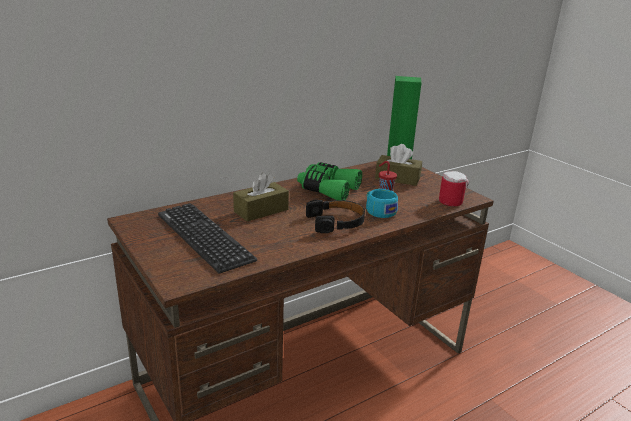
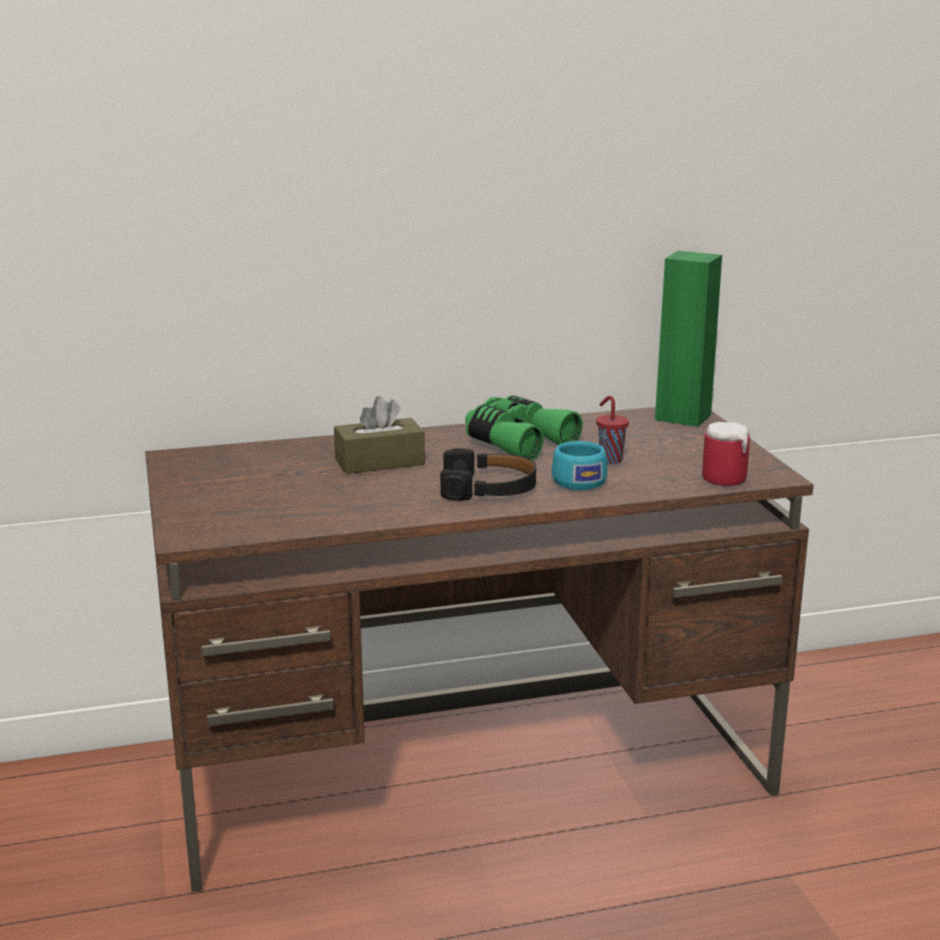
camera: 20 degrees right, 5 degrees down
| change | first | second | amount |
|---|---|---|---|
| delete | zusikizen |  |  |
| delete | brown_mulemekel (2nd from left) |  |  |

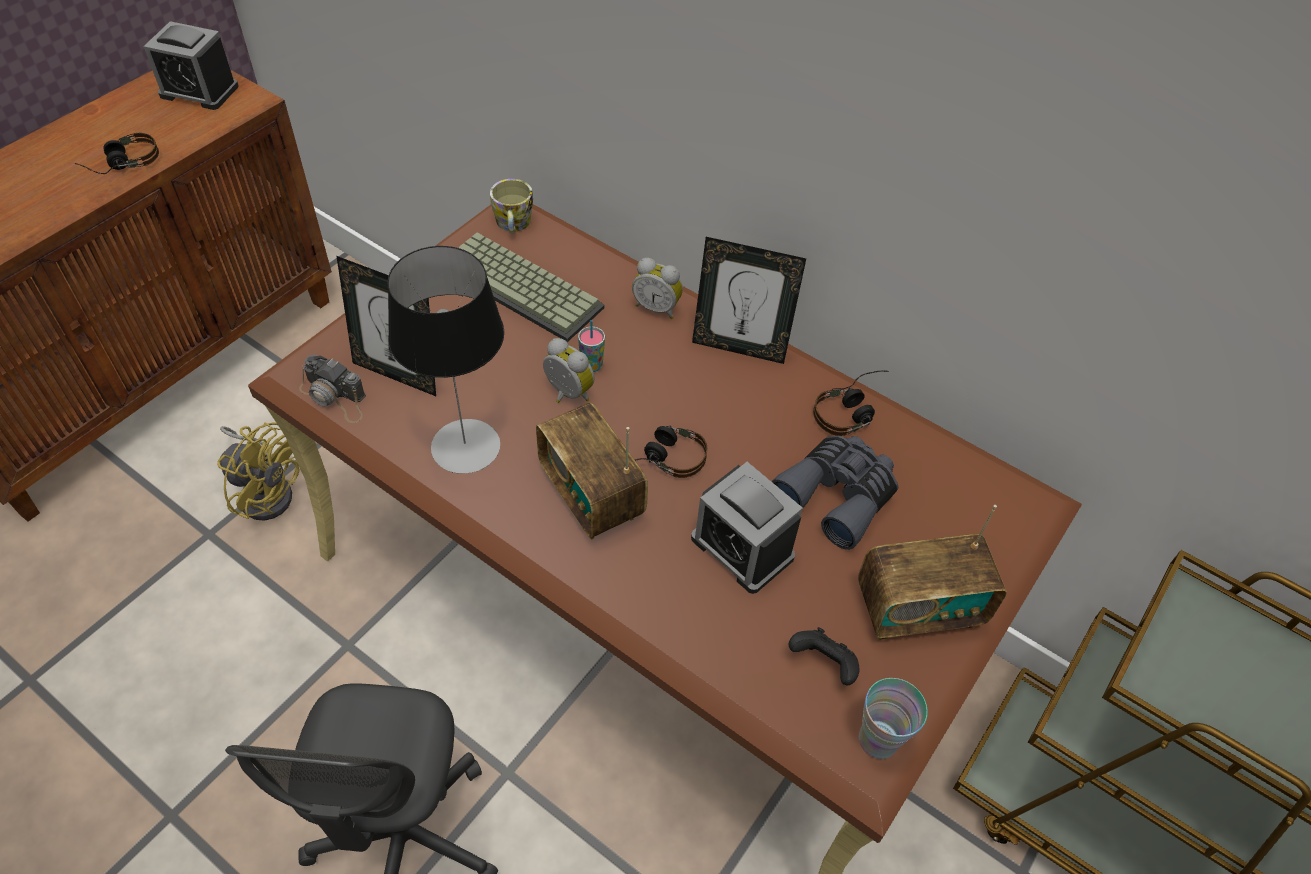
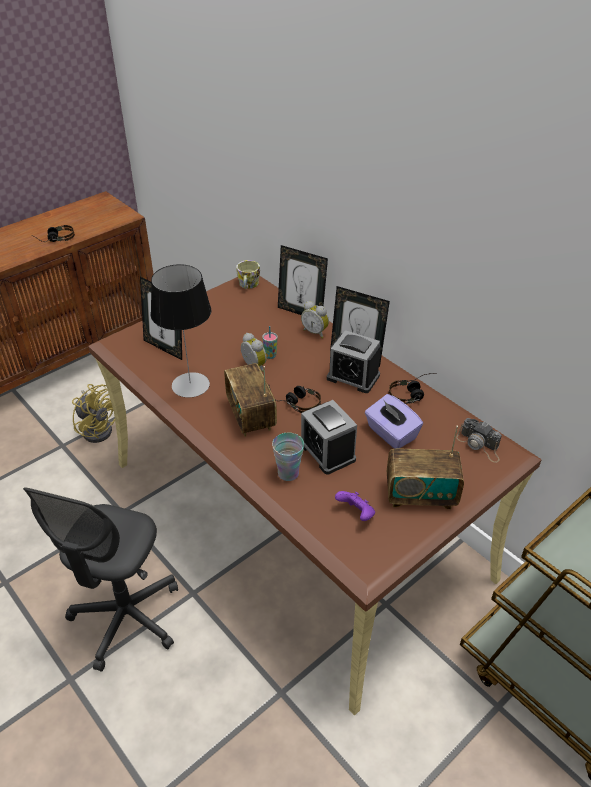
camera: 15 degrees right, 10 degrees down
| change | first | second | amount |
|---|---|---|---|
| move | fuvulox (1st from left in the first image) | fuvulox (4th from left) |  |
| move | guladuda |  |  |
| delete | zusikizen |  |  |
| replace | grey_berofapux | purple_mulemekel |  |
| recolor | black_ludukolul | purple_ludukolul |  |
| move | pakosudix (2nd from left) |  |  |
| insert |  | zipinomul (2nd from left) |  |

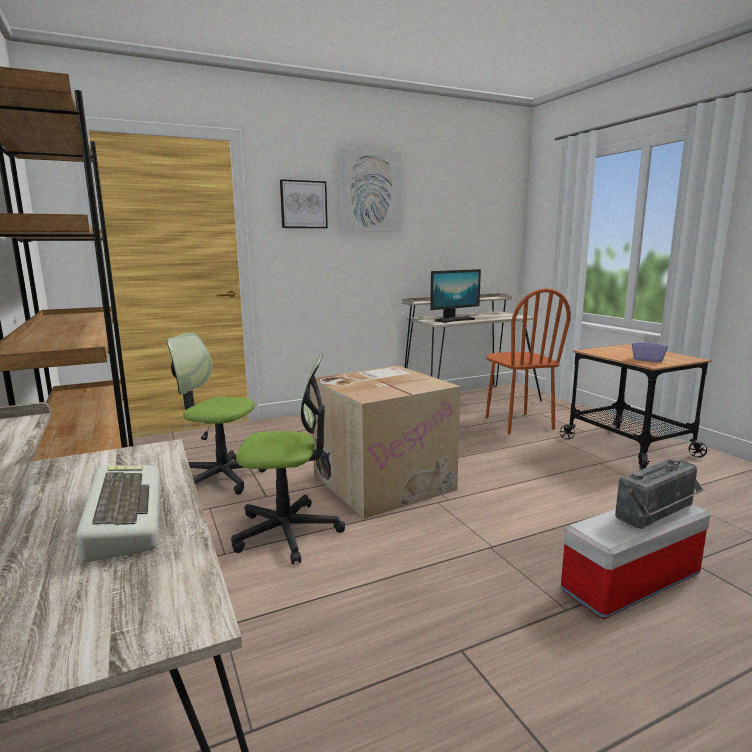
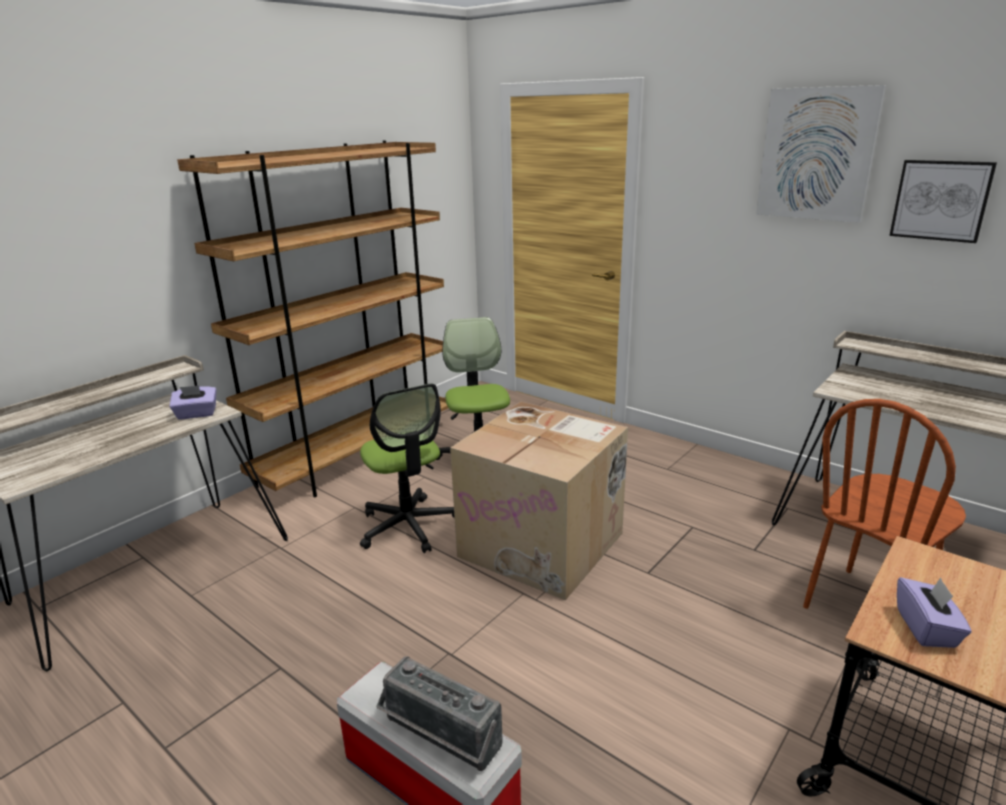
camera: 65 degrees right, 10 degrees up
| change | first | second | amount |
|---|---|---|---|
| delete | zusikizen |  |  |
| move | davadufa (1st from left in the first image) | davadufa (2nd from left) |  |
| delete | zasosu |  |  |
| insert |  | purple_mulemekel (1st from left) |  |

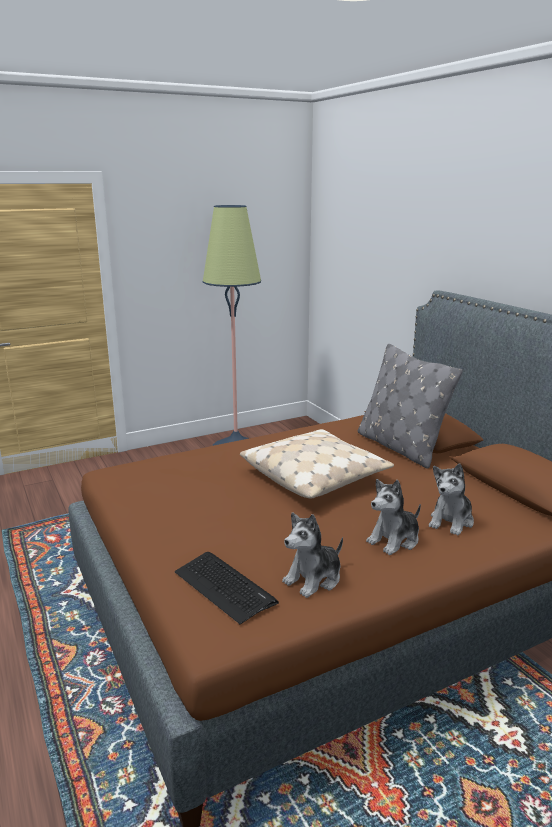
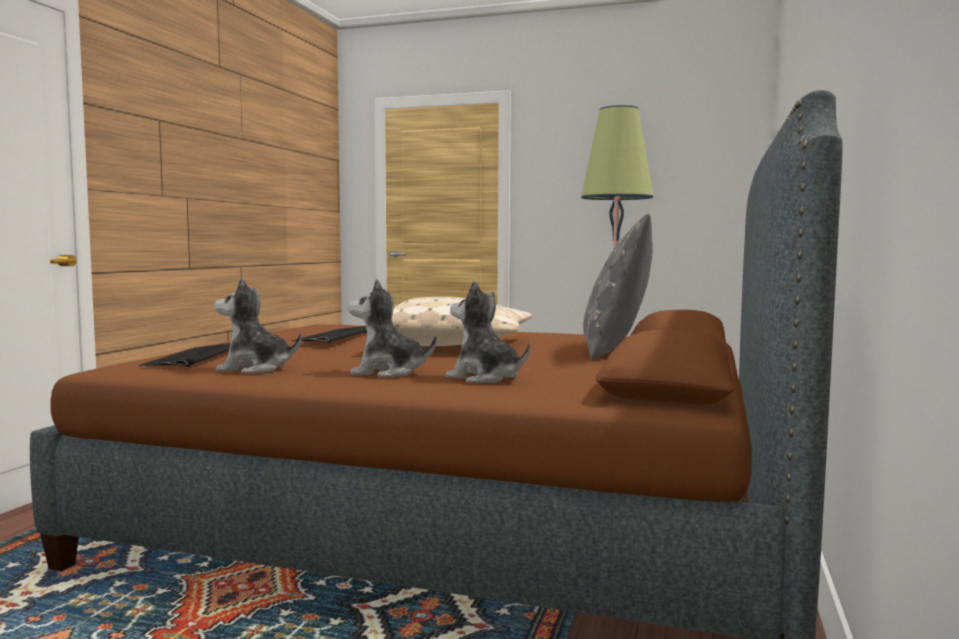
camera: 45 degrees right, 15 degrees down
| change | first | second | amount |
|---|---|---|---|
| rotate | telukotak (3rd from left) |  | 45 degrees clockwise |
| insert |  | zusikizen (2nd from left) |  |

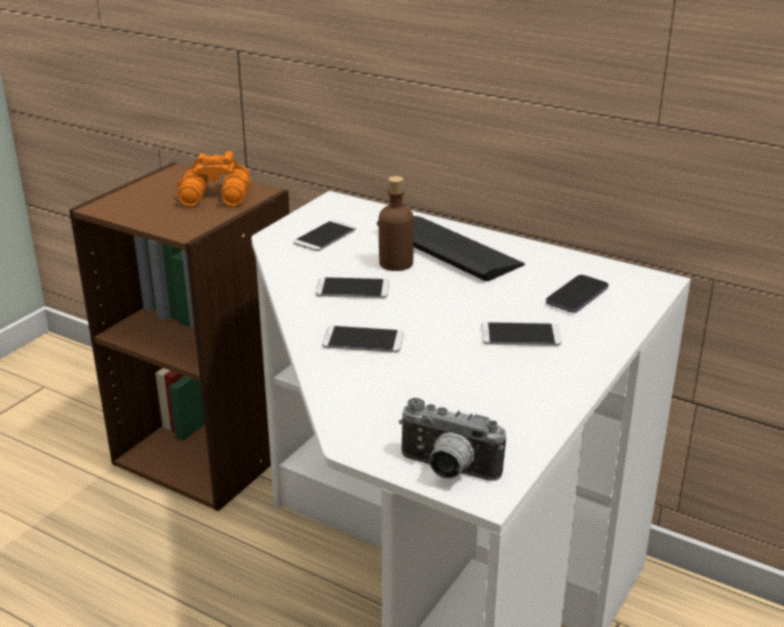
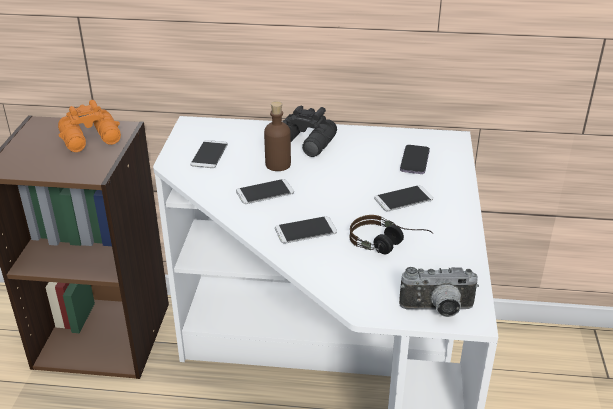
camera: 25 degrees left, 5 degrees up
| change | first | second | amount |
|---|---|---|---|
| replace | zusikizen | black_berofapux |  |
| insert |  | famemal |  |

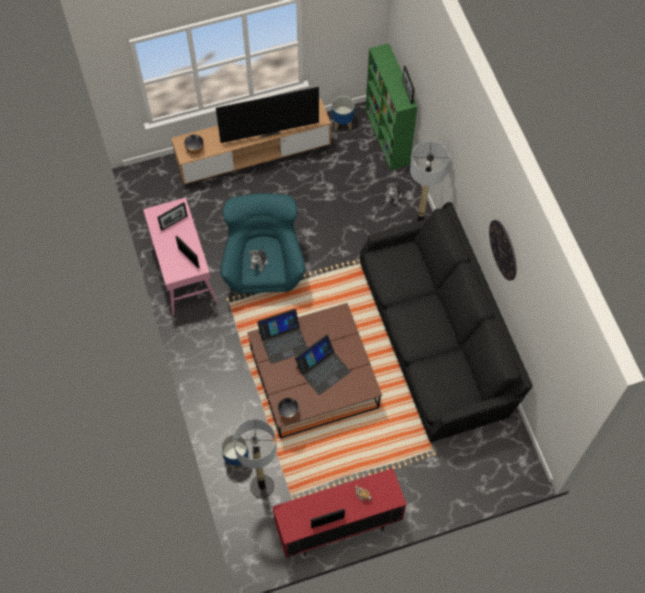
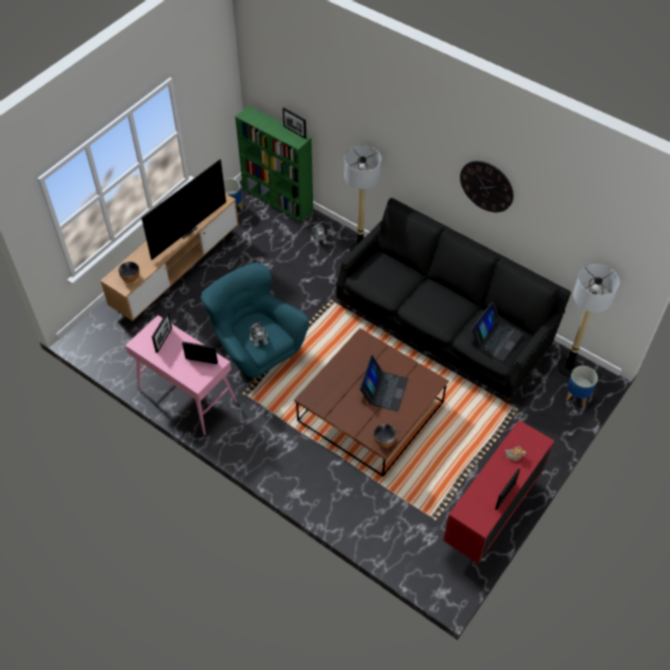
camera: 35 degrees left, 10 degrees down
| change | first | second | amount |
|---|---|---|---|
| move | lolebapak (1st from left in the first image) | lolebapak (2nd from left) |  |
| move | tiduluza (1st from left in the first image) | tiduluza (2nd from left) |  |
| move | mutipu (1st from left in the first image) | mutipu (2nd from left) |  |

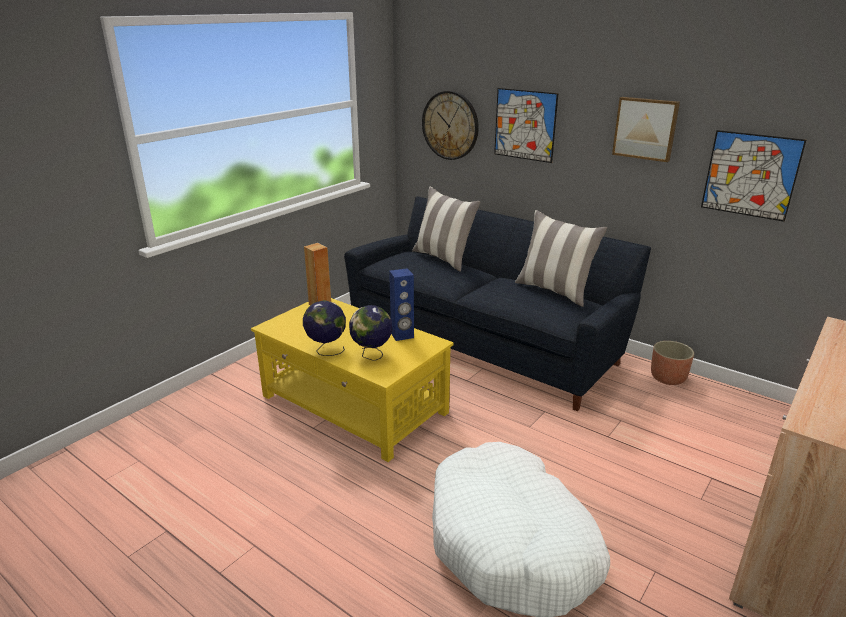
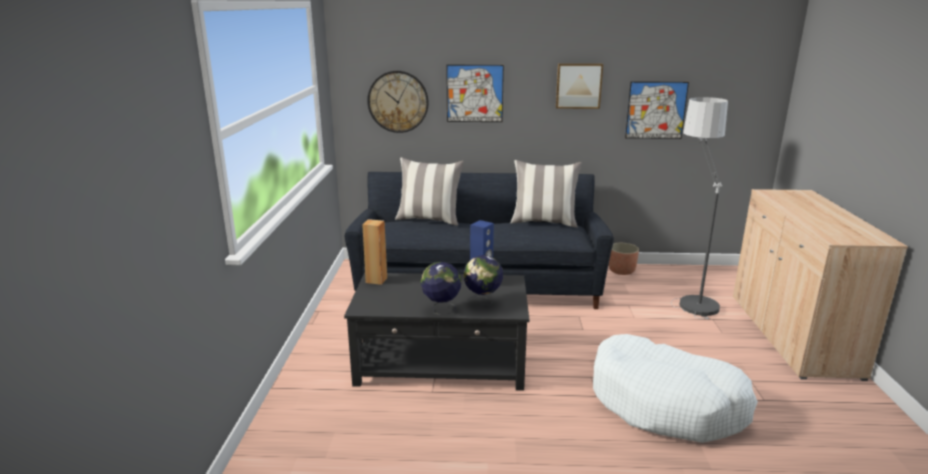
camera: 35 degrees left, 5 degrees down
| change | first | second | amount |
|---|---|---|---|
| recolor | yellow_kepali | black_kepali |  |
| insert |  | tiduluza |  |

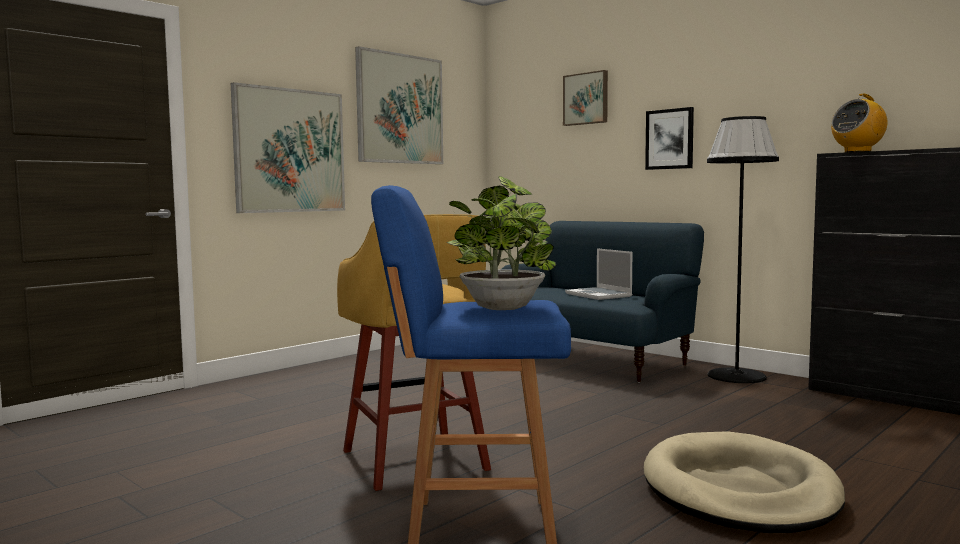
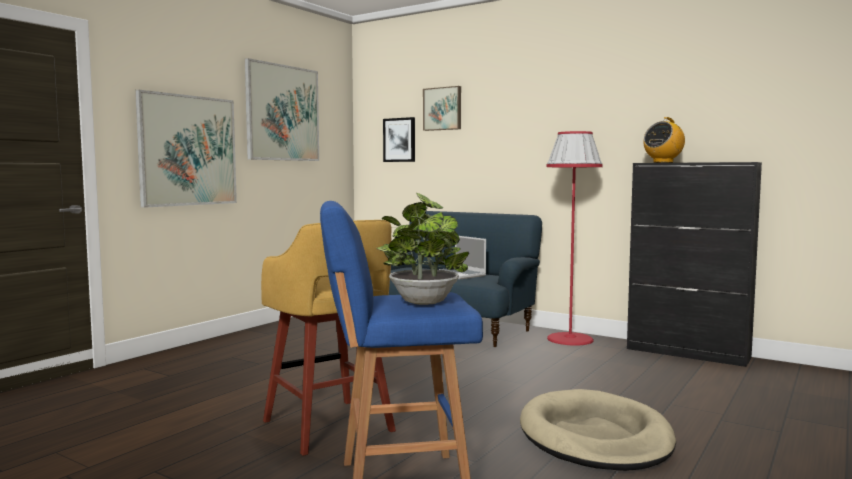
camera: 10 degrees left, 0 degrees up
| change | first | second | amount |
|---|---|---|---|
| move | davadufa (4th from left in the first image) | davadufa (3rd from left) |  |
| recolor | black_tiduluza | red_tiduluza |  |

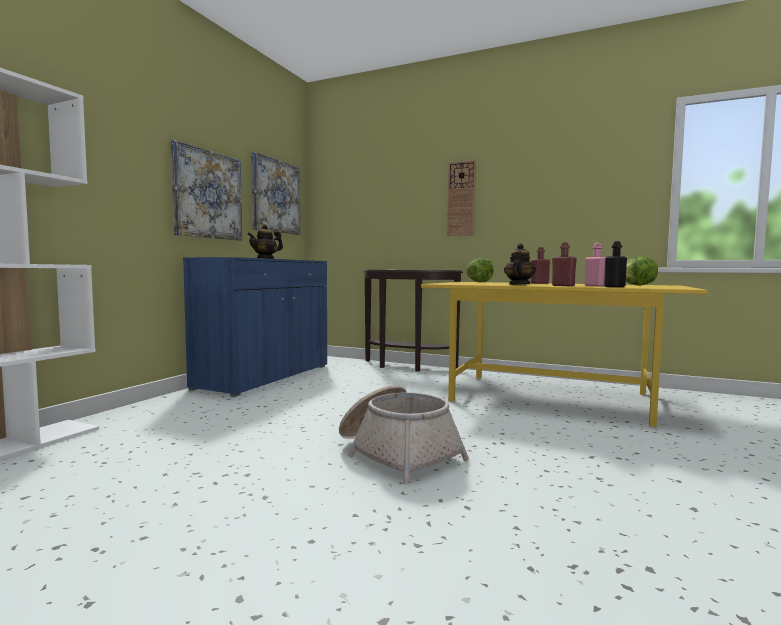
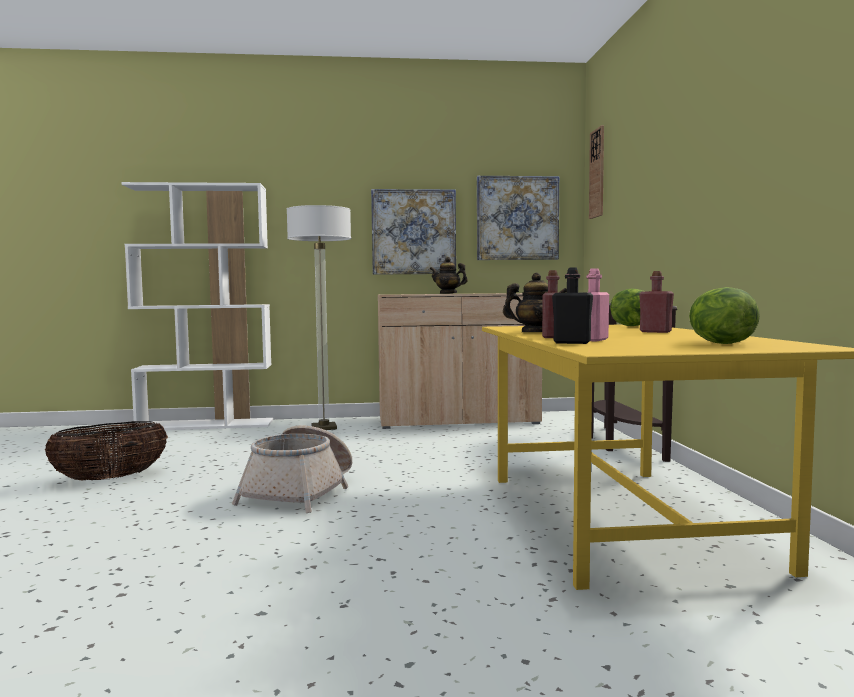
camera: 60 degrees right, 0 degrees up
| change | first | second | amount |
|---|---|---|---|
| recolor | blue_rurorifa | beige_rurorifa |  |
| move | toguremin |  |  |
| insert |  | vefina (1st from left) |  |
| insert |  | tiduluza |  |

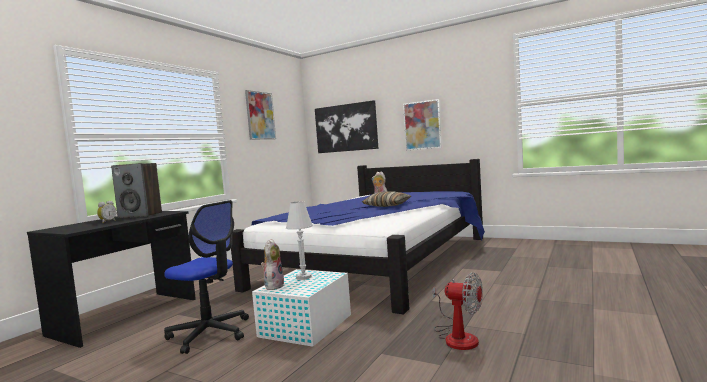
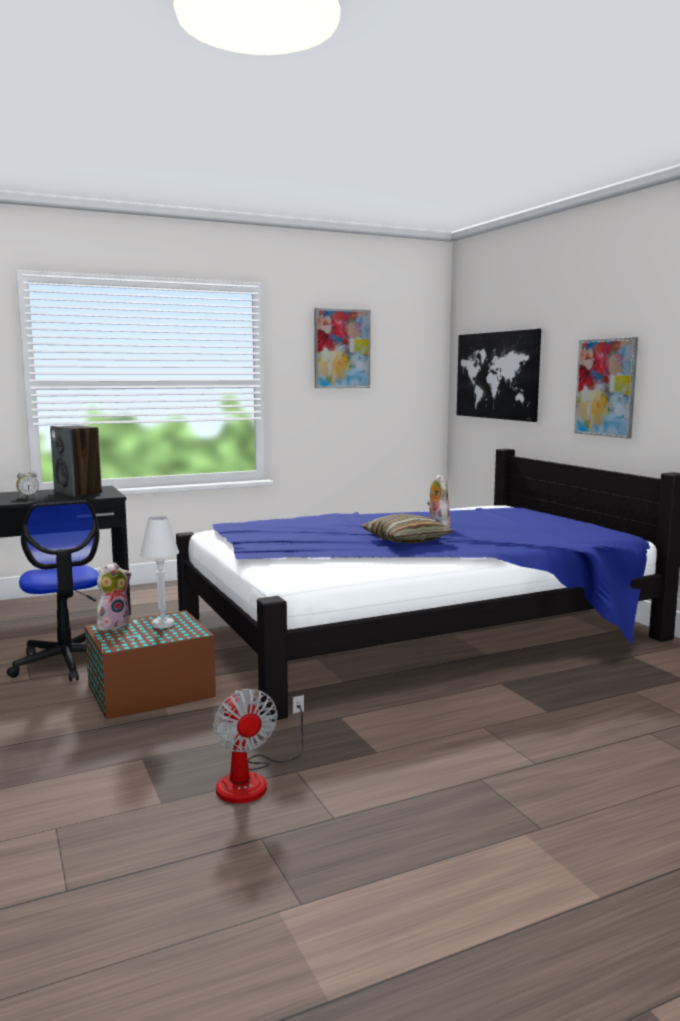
camera: 35 degrees right, 5 degrees up
| change | first | second | amount |
|---|---|---|---|
| recolor | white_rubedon | brown_rubedon |  |

